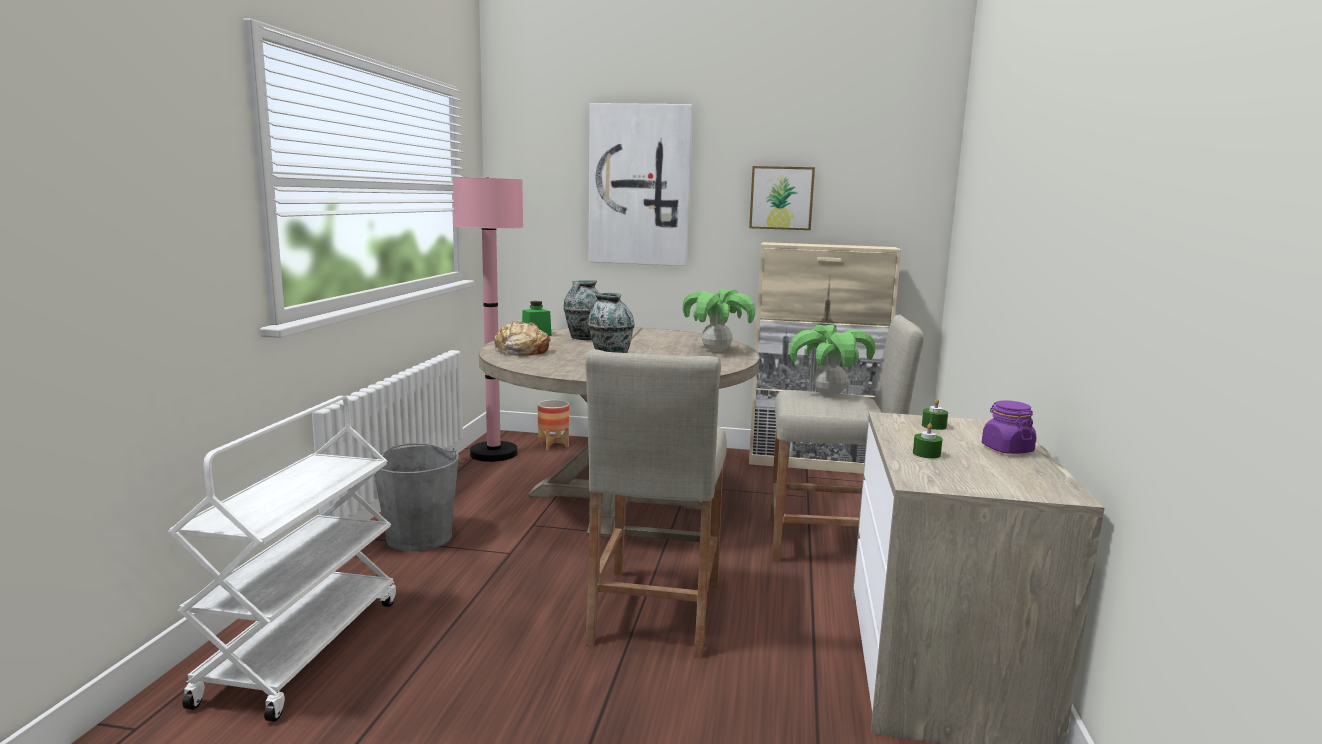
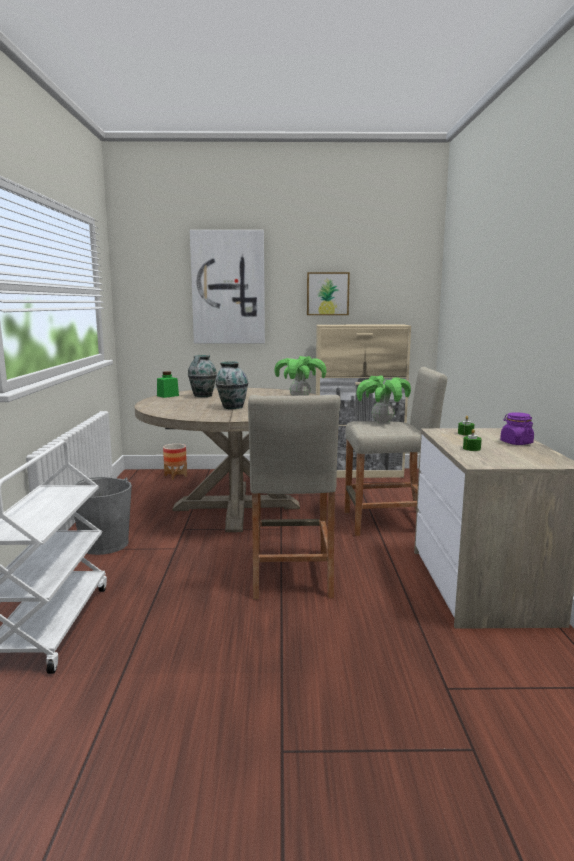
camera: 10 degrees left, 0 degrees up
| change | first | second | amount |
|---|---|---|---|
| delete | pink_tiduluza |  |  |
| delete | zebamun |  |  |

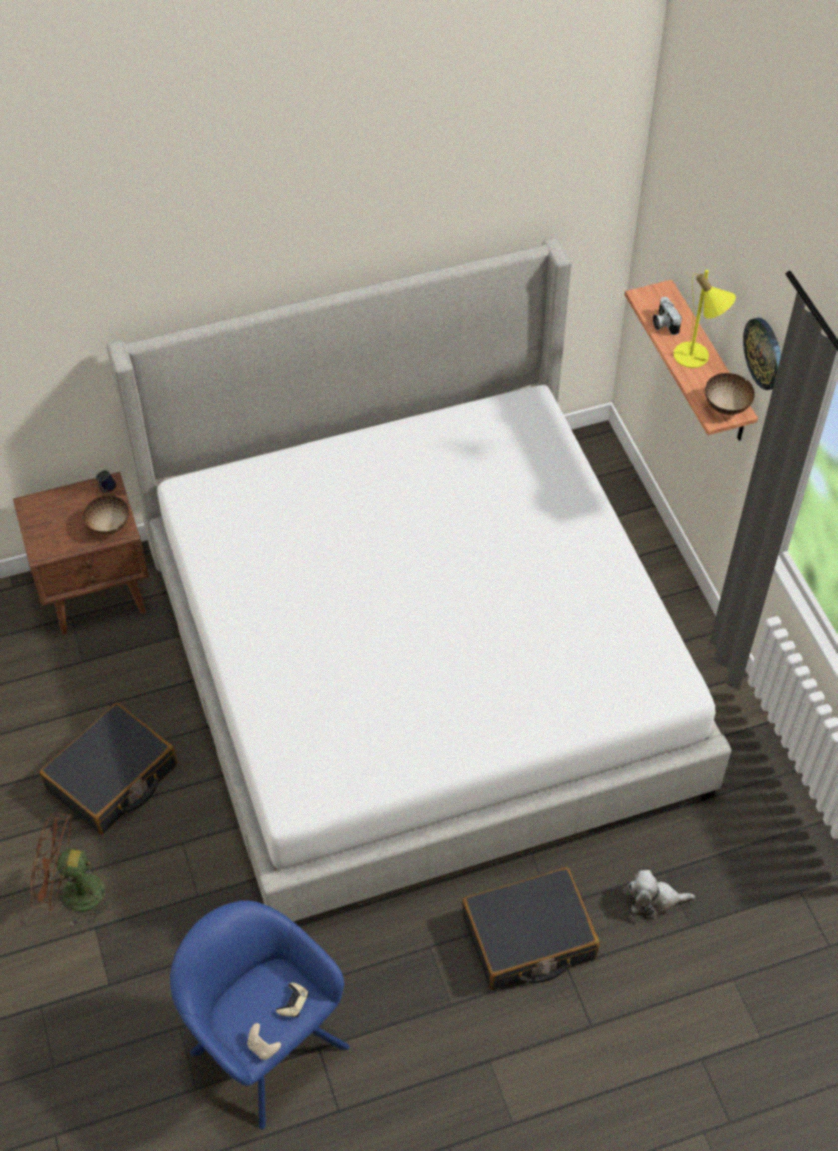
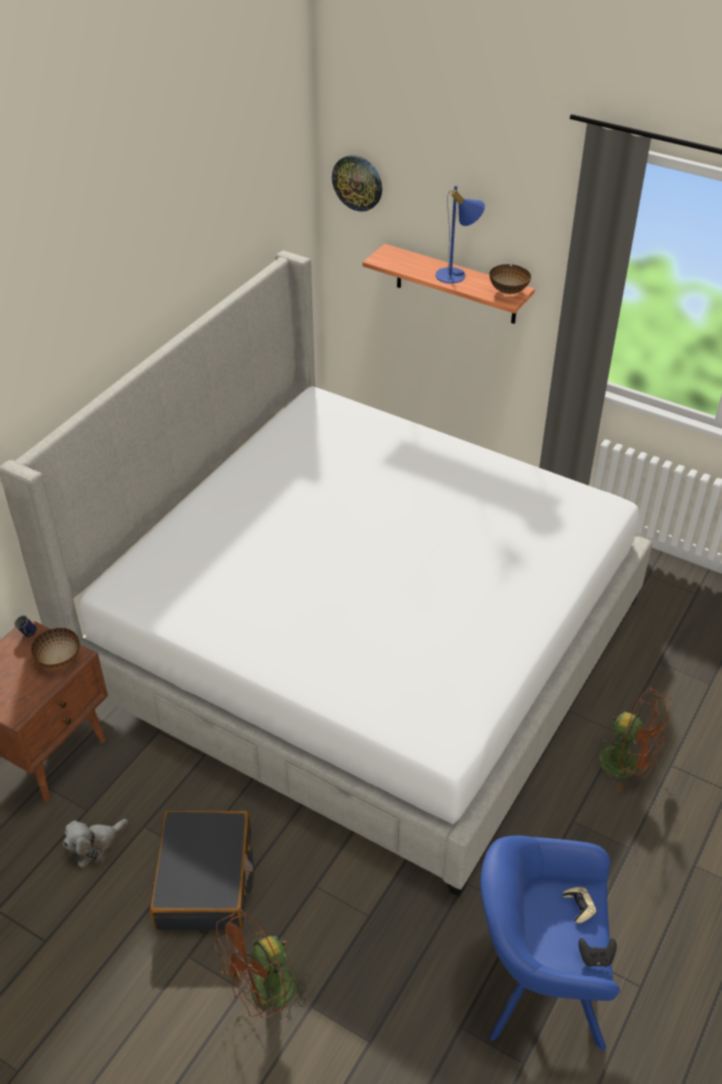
camera: 40 degrees left, 10 degrees down
| change | first | second | amount |
|---|---|---|---|
| recolor | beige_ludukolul (1st from left) | black_ludukolul |  |
| replace | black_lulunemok (2nd from left) | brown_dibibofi (2nd from left) |  |
| move | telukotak |  |  |
| delete | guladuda |  |  |
| recolor | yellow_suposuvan | blue_suposuvan |  |
| move | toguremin |  |  |

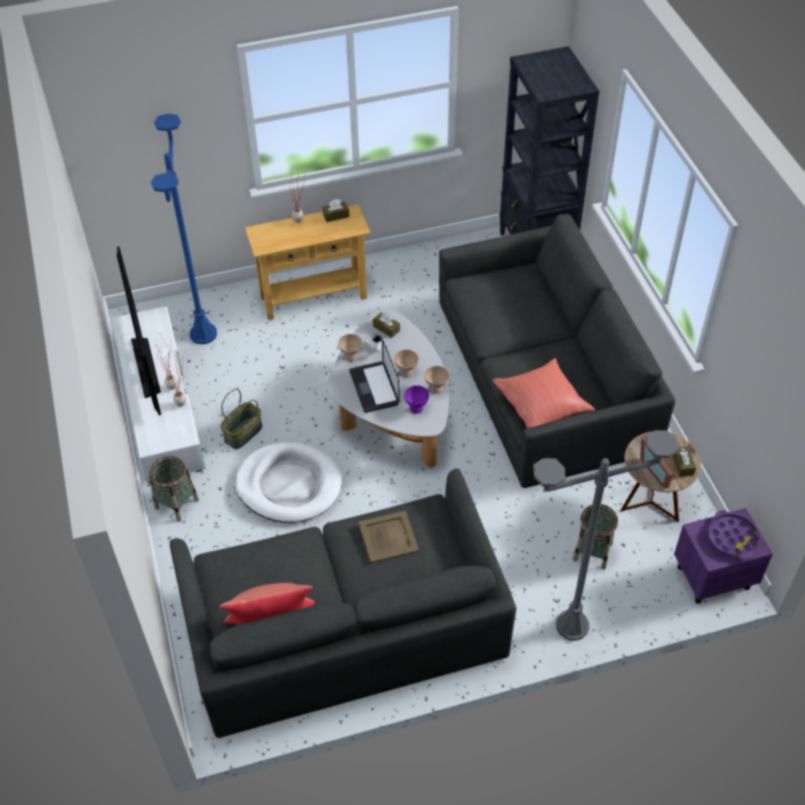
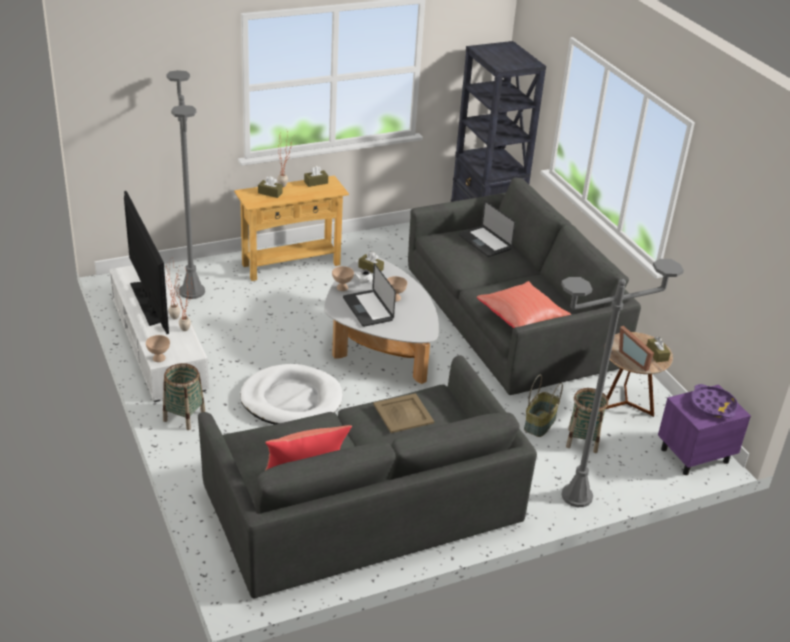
camera: 10 degrees left, 15 degrees down
| change | first | second | amount |
|---|---|---|---|
| recolor | blue_tiduluza | grey_tiduluza (1st from left) |  |
| move | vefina (2nd from left) |  |  |
| delete | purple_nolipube |  |  |
| move | beige_nolipube (3rd from left in the first image) | beige_nolipube (1st from left) |  |
| insert |  | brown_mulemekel (1st from left) |  |
| insert |  | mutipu (2nd from left) |  |

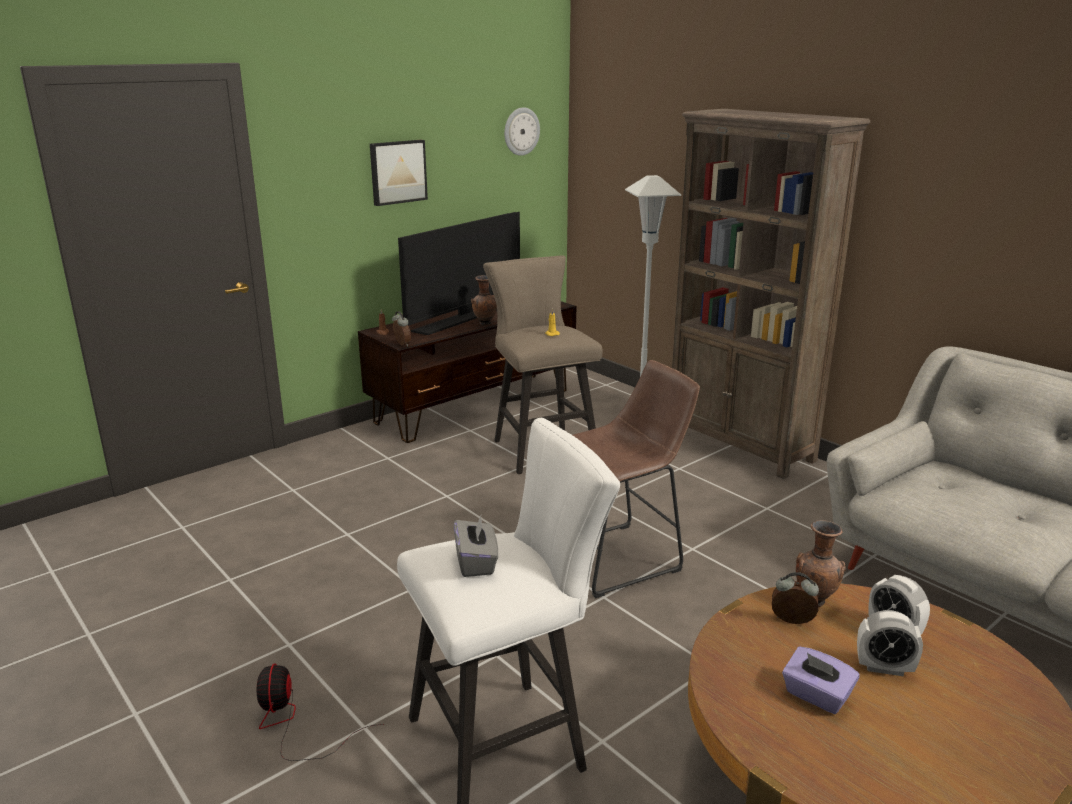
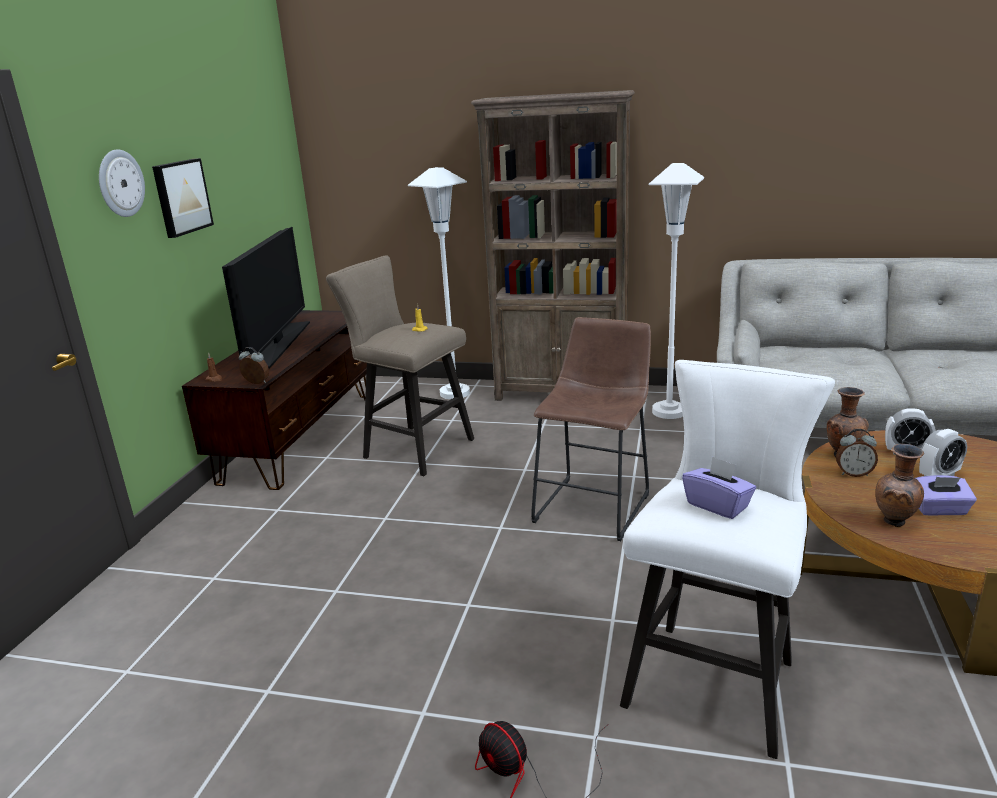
camera: 35 degrees left, 0 degrees up
| change | first | second | amount |
|---|---|---|---|
| recolor | grey_mulemekel | purple_mulemekel (1st from left) |  |
| move | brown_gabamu (1st from left in the first image) | brown_gabamu (2nd from left) |  |
| move | toguremin |  |  |
| rotate | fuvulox (2nd from left) |  | 150 degrees counterclockwise |
| insert |  | white_tiduluza (2nd from left) |  |

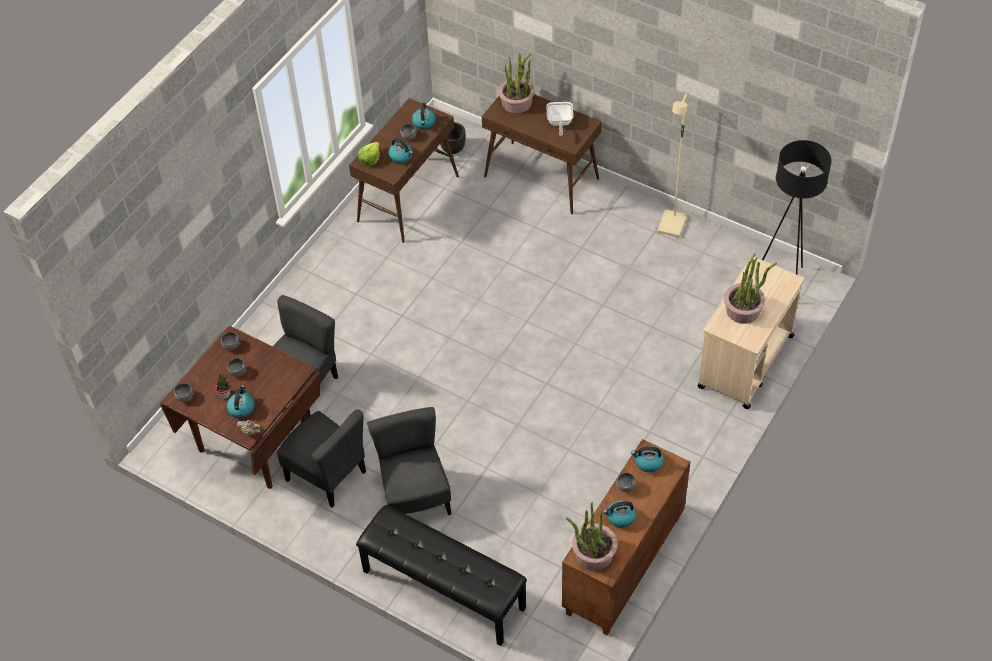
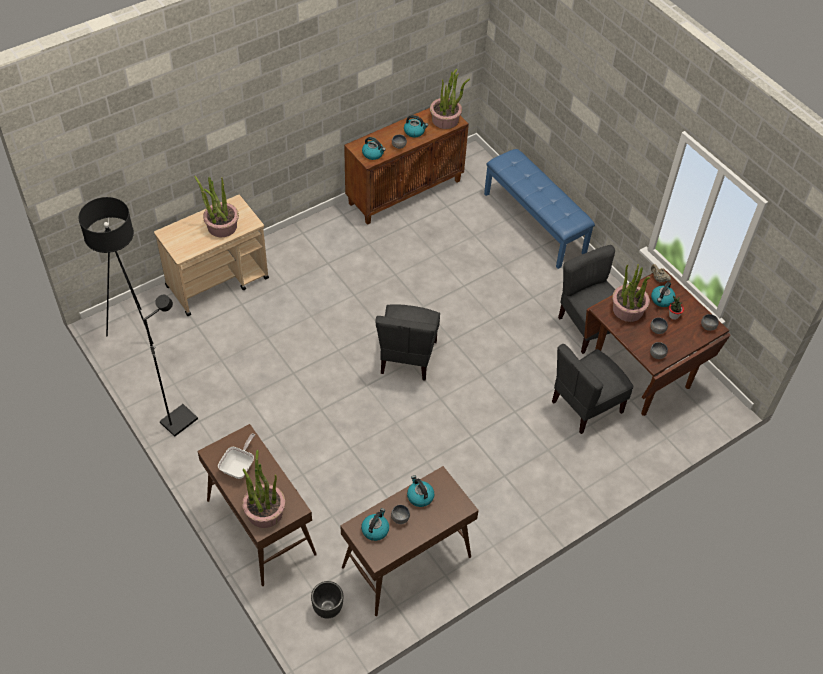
camera: 160 degrees left, 0 degrees up
| change | first | second | amount |
|---|---|---|---|
| recolor | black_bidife | blue_bidife |  |
| delete | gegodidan |  |  |
| move | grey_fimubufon (3rd from left in the first image) | grey_fimubufon (1st from left) |  |
| recolor | beige_tiduluza | black_tiduluza (2nd from left) |  |
| insert |  | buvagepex (4th from left) |  |

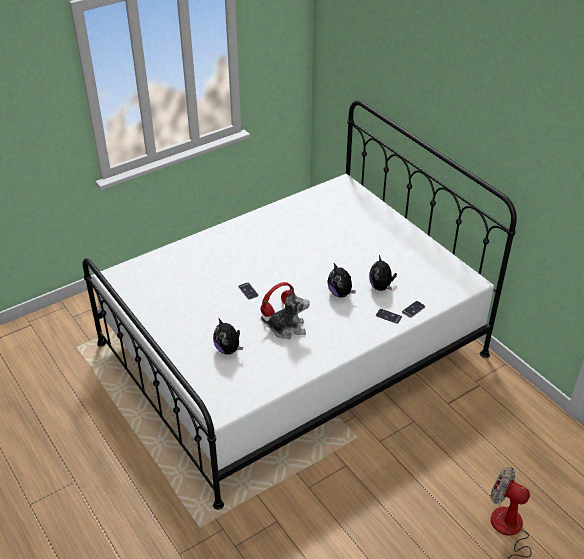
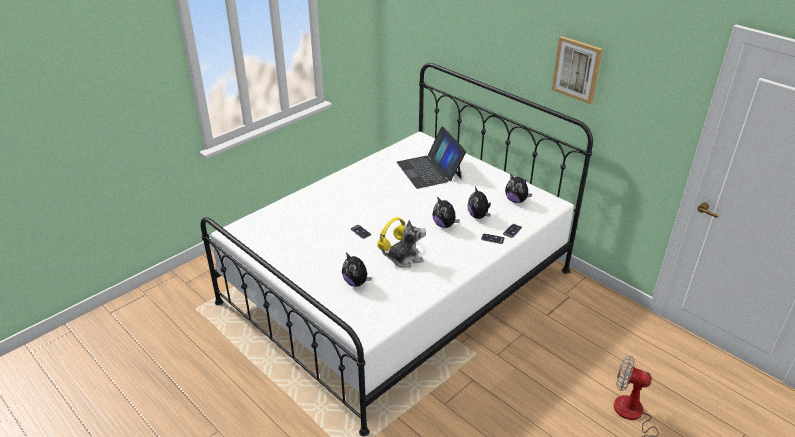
camera: 10 degrees left, 5 degrees down
| change | first | second | amount |
|---|---|---|---|
| recolor | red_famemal | yellow_famemal |  |
| insert |  | mutipu |  |
| insert |  | telukotak (5th from left) |  |
| insert |  | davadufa |  |

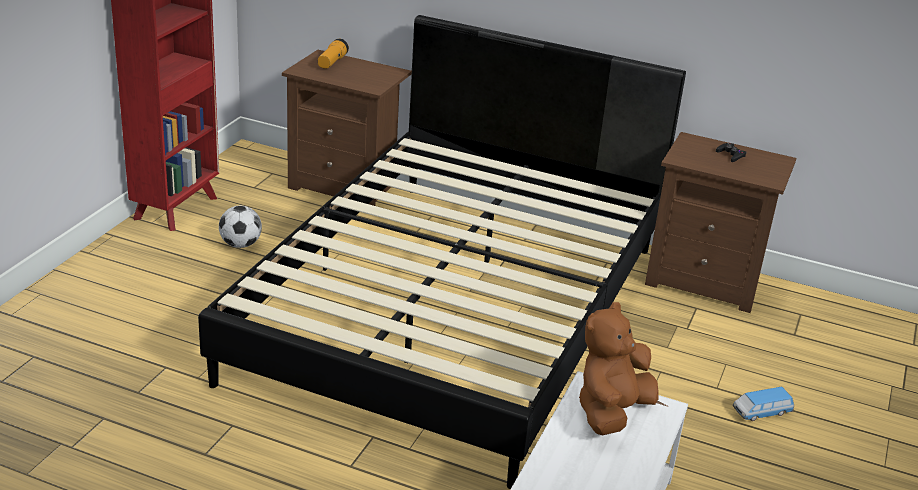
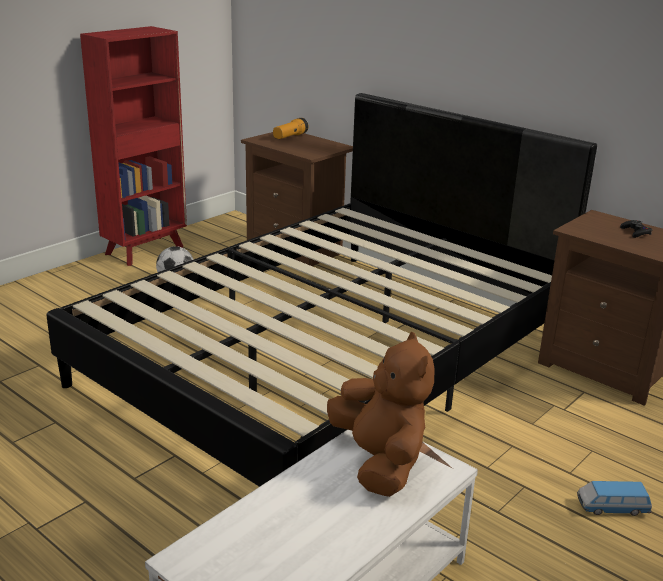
camera: 20 degrees right, 5 degrees down
| change | first | second | amount |
|---|---|---|---|
| rotate | brown_telukotak |  | 105 degrees clockwise |

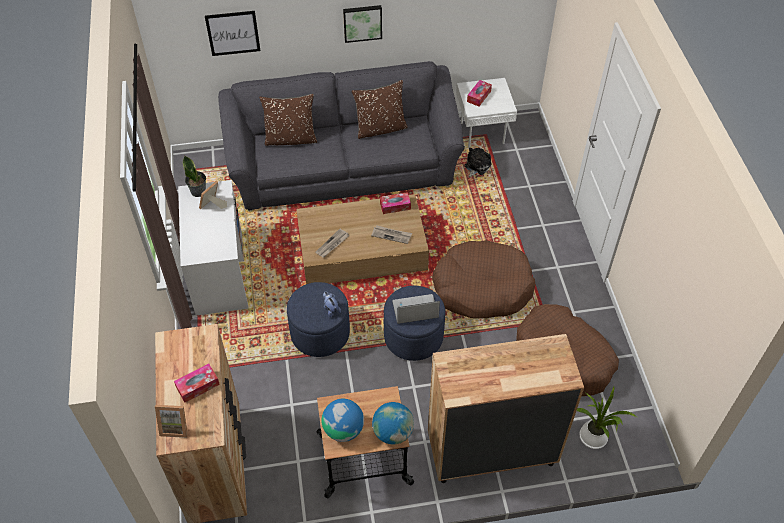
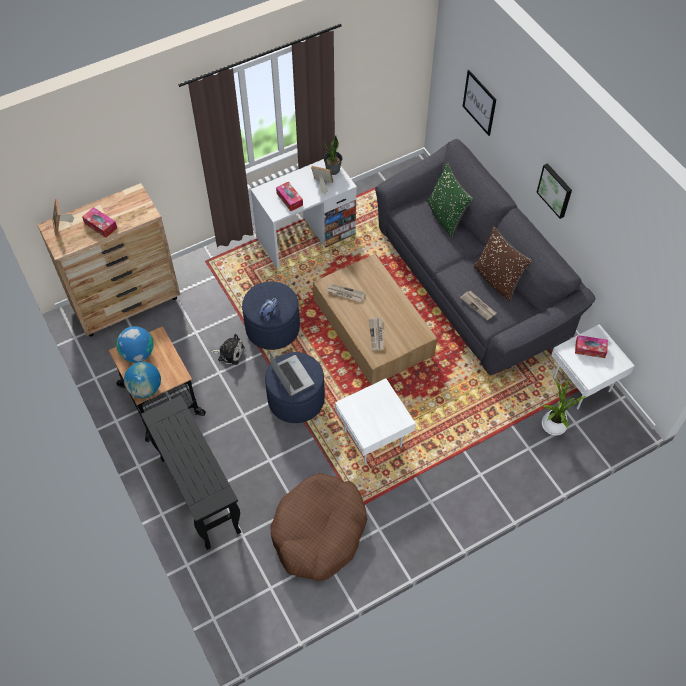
camera: 70 degrees right, 5 degrees up
| change | first | second | amount |
|---|---|---|---|
| recolor | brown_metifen (1st from left) | green_metifen |  |
| move | mulemekel (2nd from left) |  |  |
| replace | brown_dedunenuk (2nd from left) | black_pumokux |  |
| replace | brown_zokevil (1st from left) | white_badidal (1st from left) |  |
| move | telukotak (2nd from left in the first image) | telukotak (1st from left) |  |
| move | buvagepex (2nd from left) |  |  |
| insert |  | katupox (3rd from left) |  |

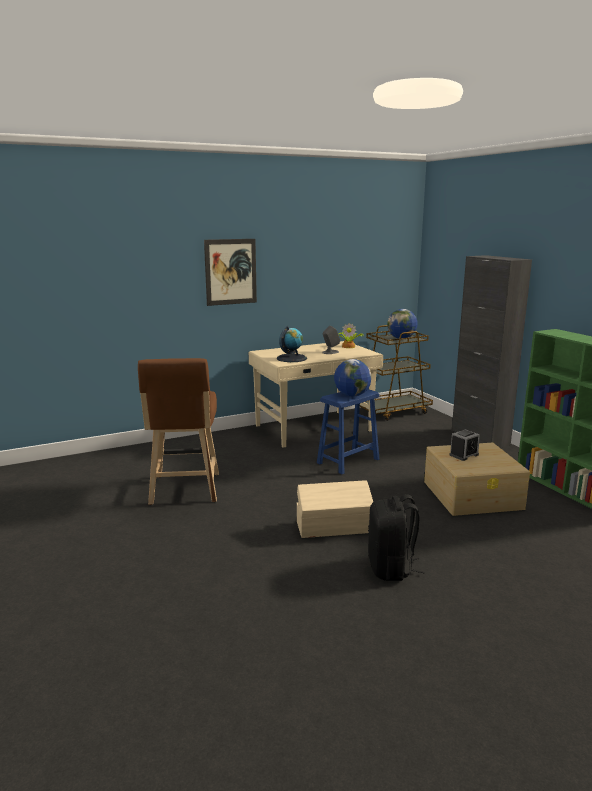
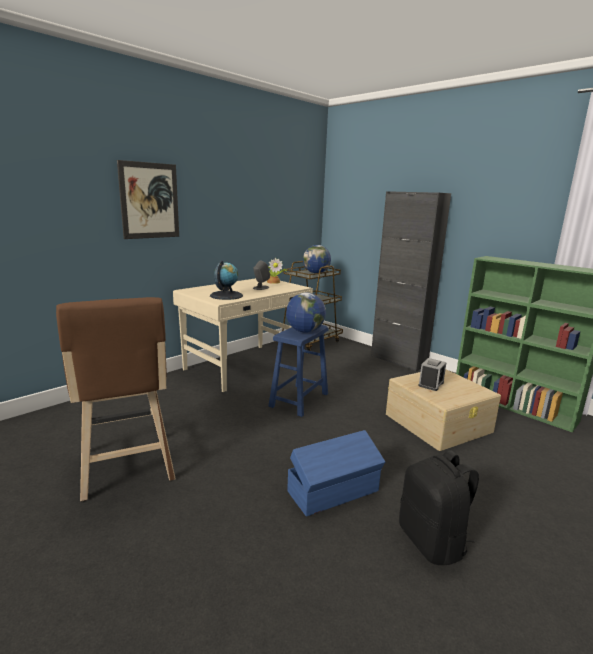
camera: 20 degrees left, 0 degrees up
| change | first | second | amount |
|---|---|---|---|
| recolor | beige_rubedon (1st from left) | blue_rubedon |  |

